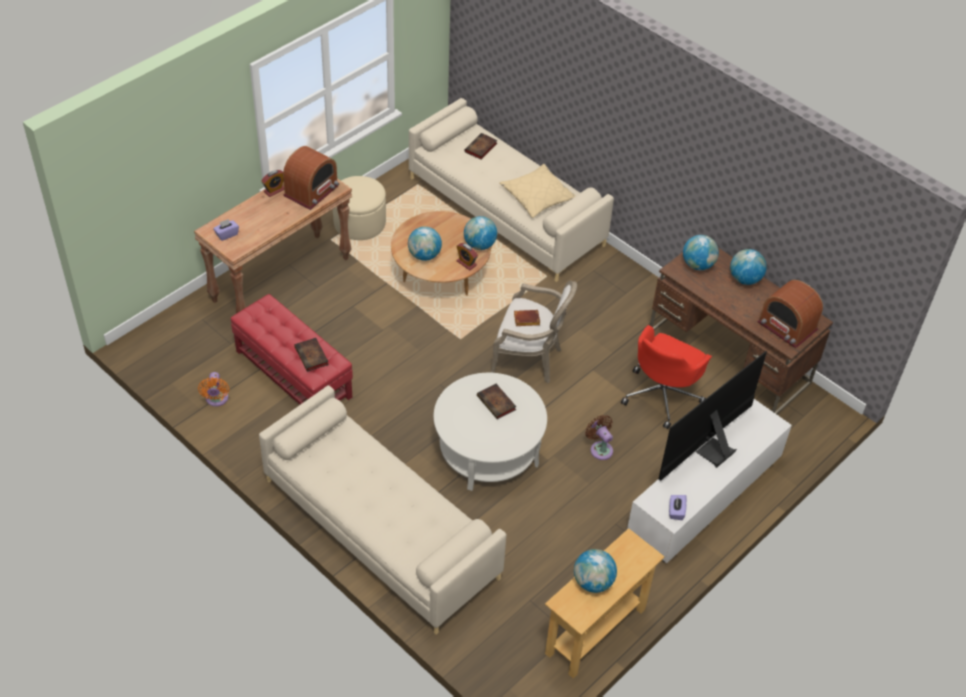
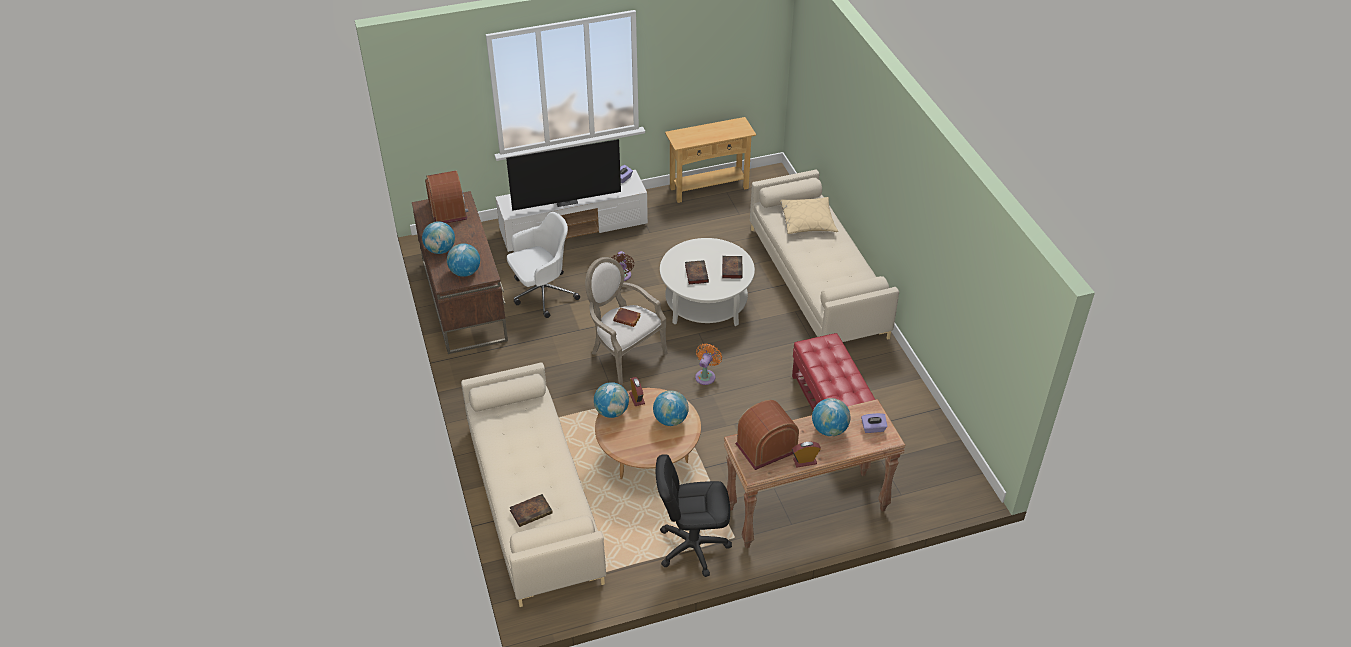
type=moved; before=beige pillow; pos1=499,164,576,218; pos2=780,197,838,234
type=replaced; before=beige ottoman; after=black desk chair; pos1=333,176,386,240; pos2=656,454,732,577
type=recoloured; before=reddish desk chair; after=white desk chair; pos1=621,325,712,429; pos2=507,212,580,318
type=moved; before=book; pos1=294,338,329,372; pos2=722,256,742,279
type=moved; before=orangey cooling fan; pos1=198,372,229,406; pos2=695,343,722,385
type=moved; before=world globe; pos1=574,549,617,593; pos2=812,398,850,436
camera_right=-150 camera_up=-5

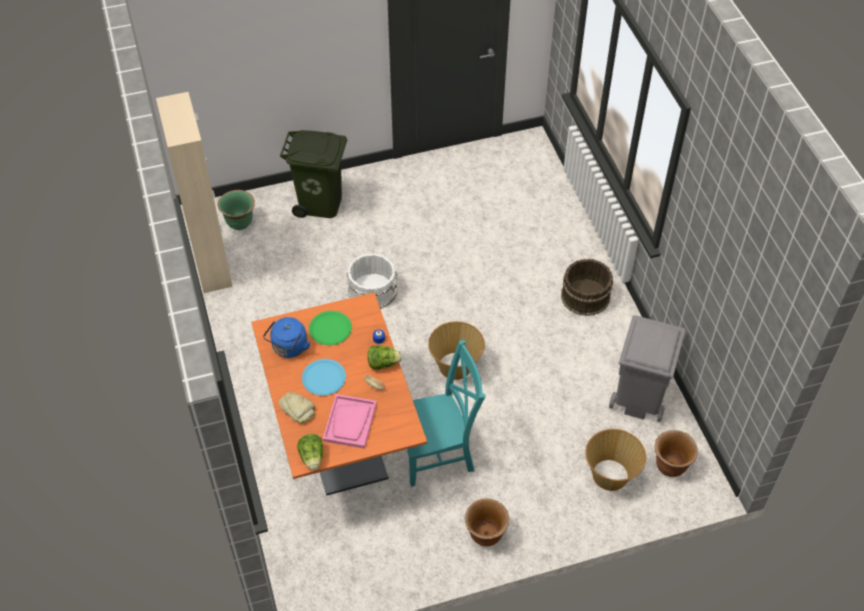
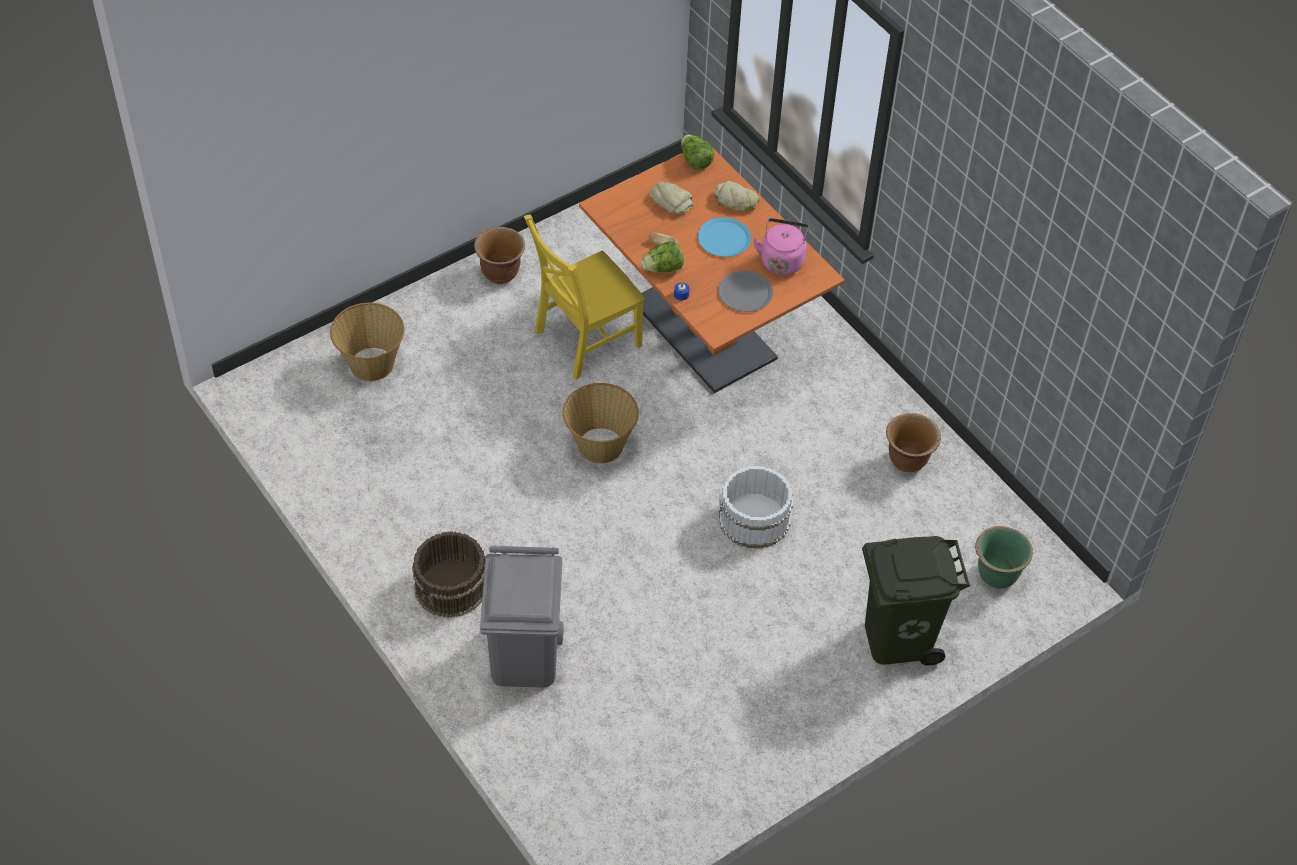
type=removed; before=beige cabinet; pos1=156,92,233,293
type=recoloured; before=green flat dish; after=gray flat dish; pos1=309,311,352,345; pos2=718,271,773,312
type=moved; before=gray rubbish bin; pos1=609,315,686,422; pos2=480,545,564,688
type=recoloured; before=blue kettle; after=pinkish kettle; pos1=263,317,310,358; pos2=753,218,809,275
type=recoloured; before=blue-green plain chair; after=yellow plain chair; pos1=407,339,485,487; pos2=524,214,645,380
type=replaced; before=pinkish serving tray; after=bread; pos1=323,394,377,449; pos2=649,181,693,216
type=moved; before=brown plant pot; pos1=655,430,698,477; pos2=886,413,941,472
camera_right=160 camera_up=0

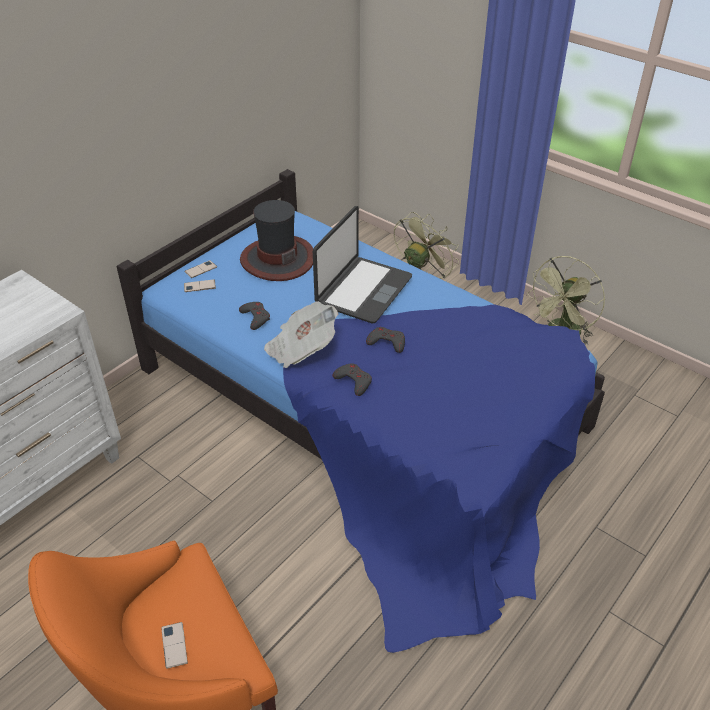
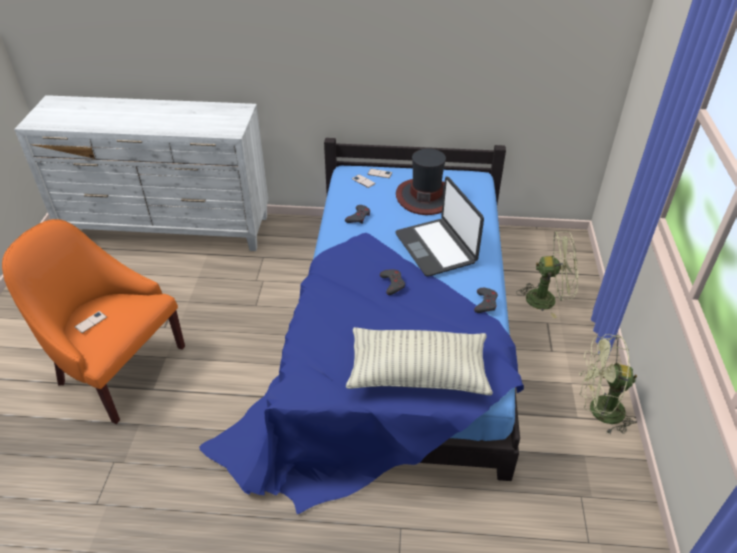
type=turned; before=portable computer; pos1=313,206,412,323; pos2=395,177,484,277; turn=75
type=removed; before=daily paper; pos1=264,301,338,368
type=moved; before=gray game controller; pos1=333,363,372,396; pos2=474,288,498,313
type=added; after=pillow; pos2=346,327,493,395
camera_right=55 camera_up=0

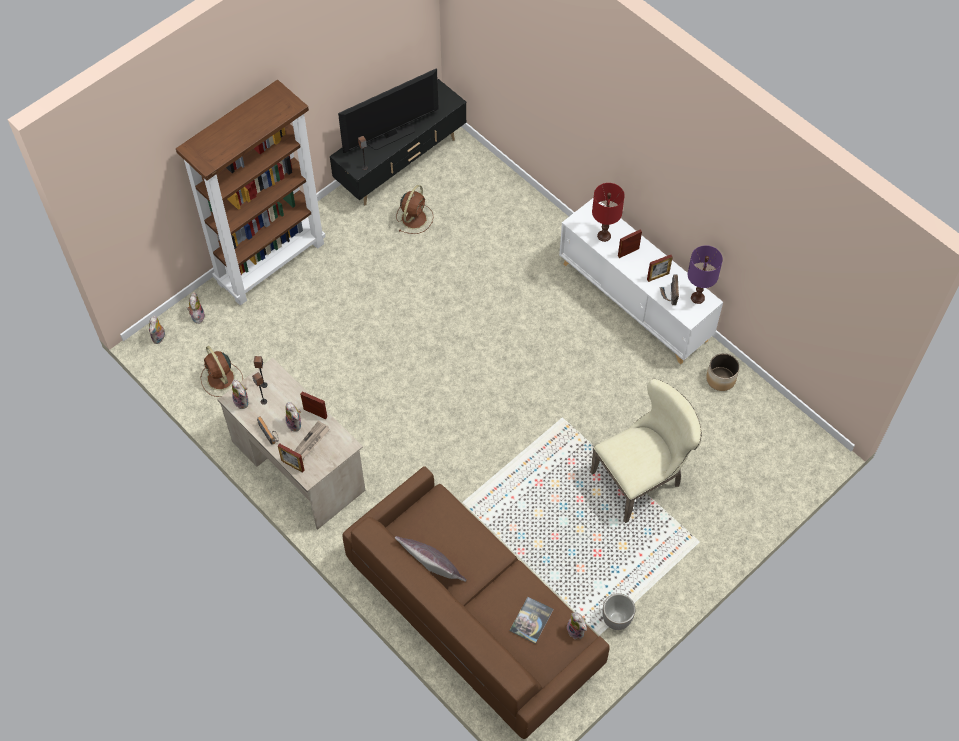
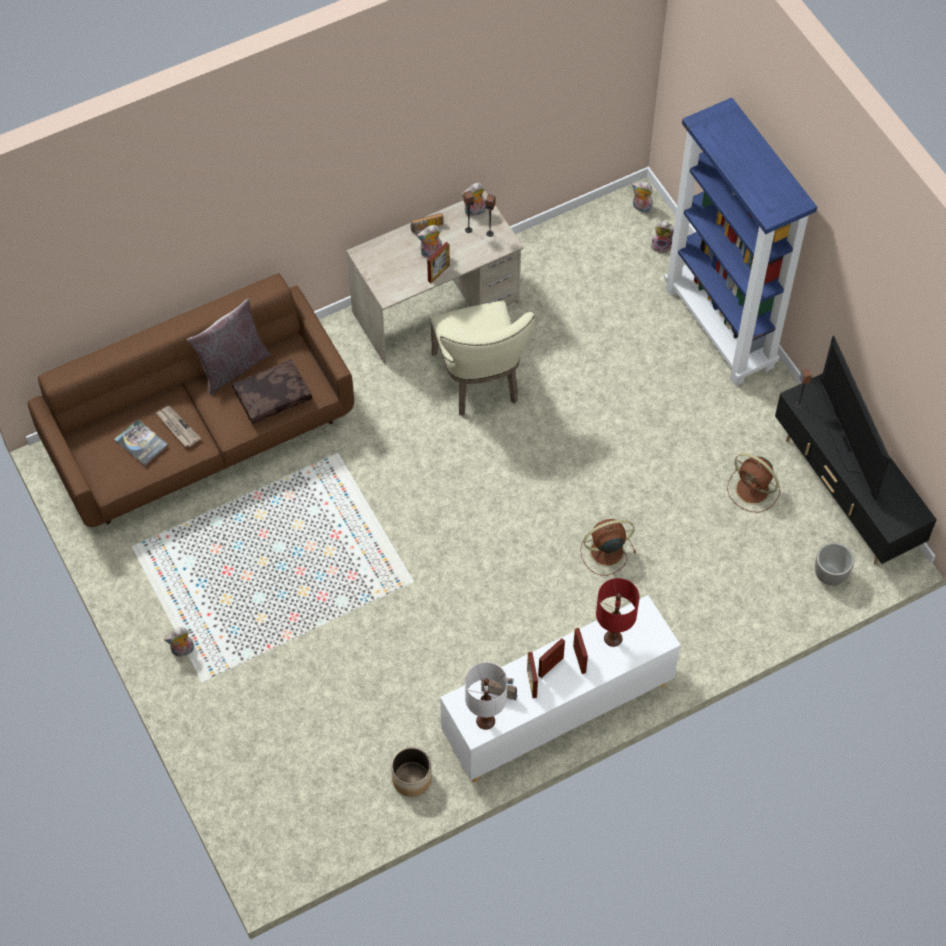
type=recoloured; before=brown bookshelf; after=blue bookshelf; pos1=176,80,326,306; pos2=664,98,817,386
type=recoloured; before=purple-coloured tabletop lamp; after=white tabletop lamp; pos1=688,245,723,304; pos2=465,662,508,730
type=moved; before=brown cooling fan; pos1=200,346,243,397; pos2=580,519,636,576
type=moved; before=beige plain chair; pos1=590,379,702,523; pos2=430,301,535,416
type=moved; before=daily paper; pos1=294,421,330,460; pos2=156,406,201,447
type=moved; before=photo frame; pos1=278,443,305,473; pos2=538,638,565,678
type=moved; before=plant pot; pos1=603,593,635,630; pos2=815,543,854,586
type=moved; before=plush toy; pos1=567,612,587,640; pos2=164,627,194,657
type=added; after=brown pillow; pos2=232,359,312,424
camera_right=105 camera_up=0

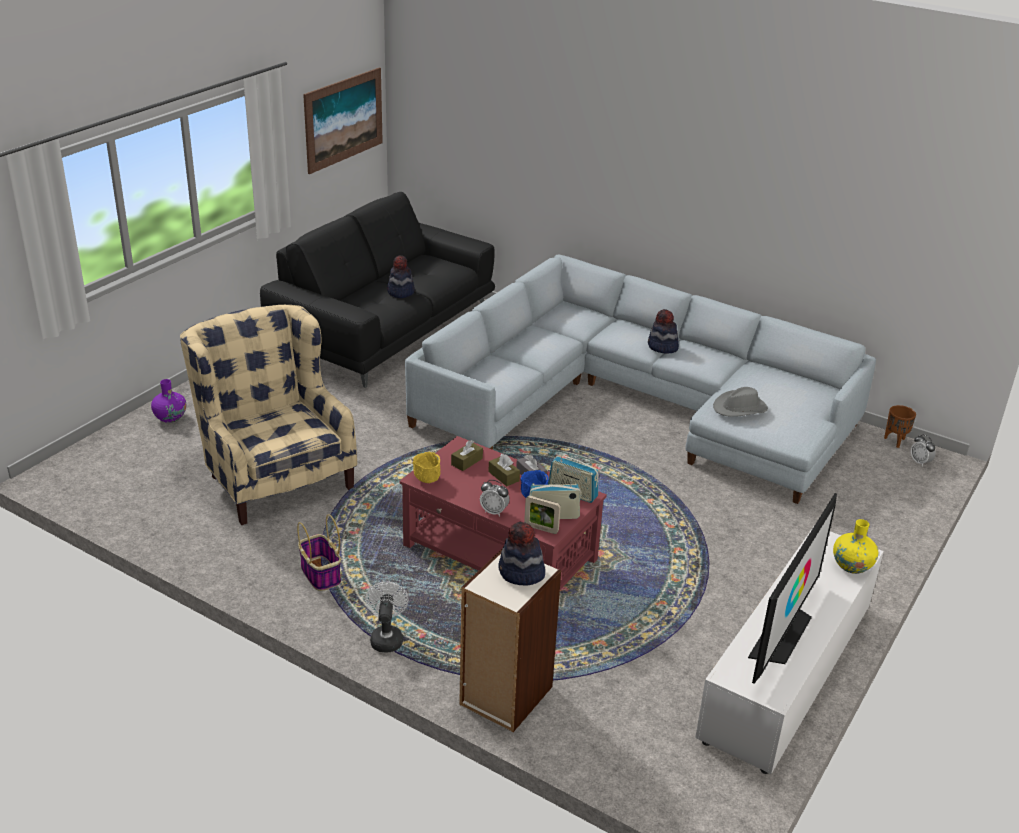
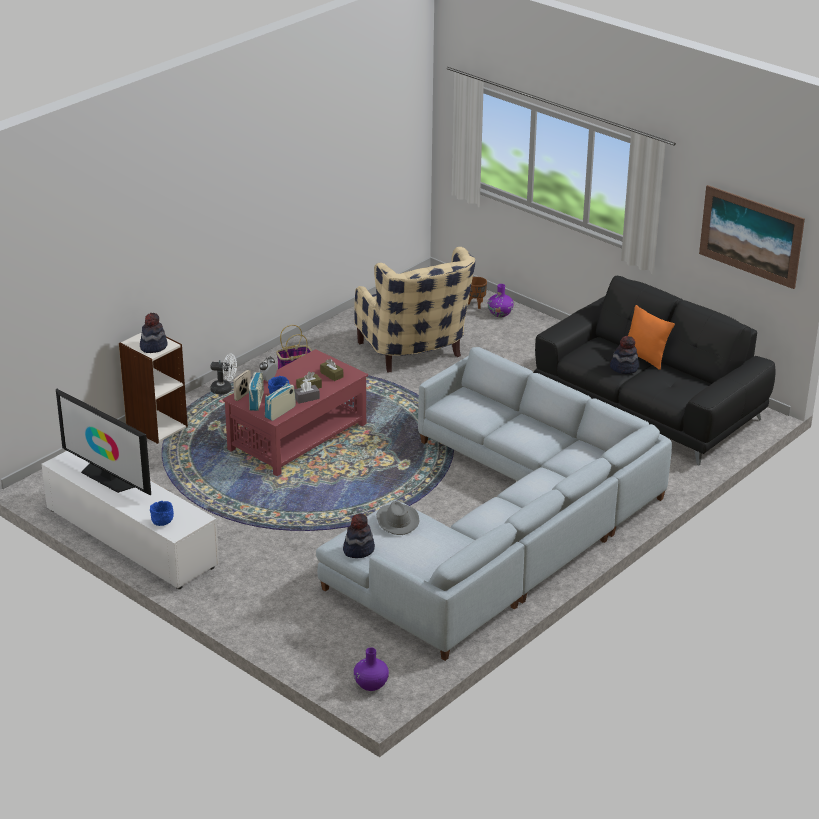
type=turned; before=beige lounge chair; pos1=180,305,357,525; pos2=354,247,475,373; turn=90
type=moved; before=wearable hat; pos1=648,309,679,354; pos2=343,513,375,558
type=moved; before=brown plant pot; pos1=884,405,916,448; pos2=468,277,487,309
type=replaced; before=table clock; after=purple-coloured decorative vase; pos1=911,434,935,467; pos2=353,647,389,691
type=removed; before=yellow bowl; pos1=412,452,441,483
type=replaced; before=yellow decorative vase; after=blue bowl; pos1=833,519,878,574; pos2=150,501,174,526
type=added; after=orangey pillow; pos2=628,305,675,370
camera_right=100 camera_up=0

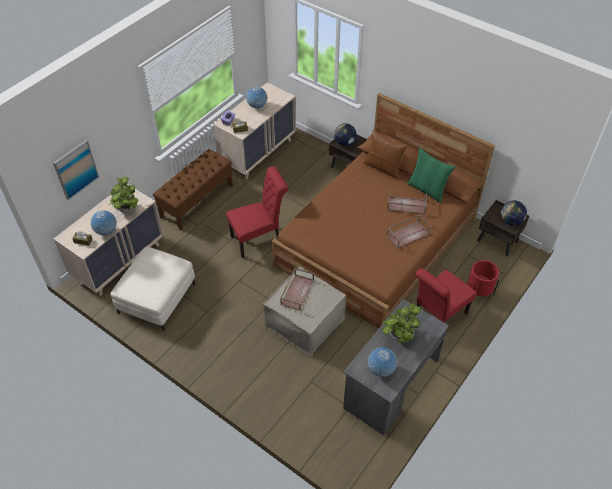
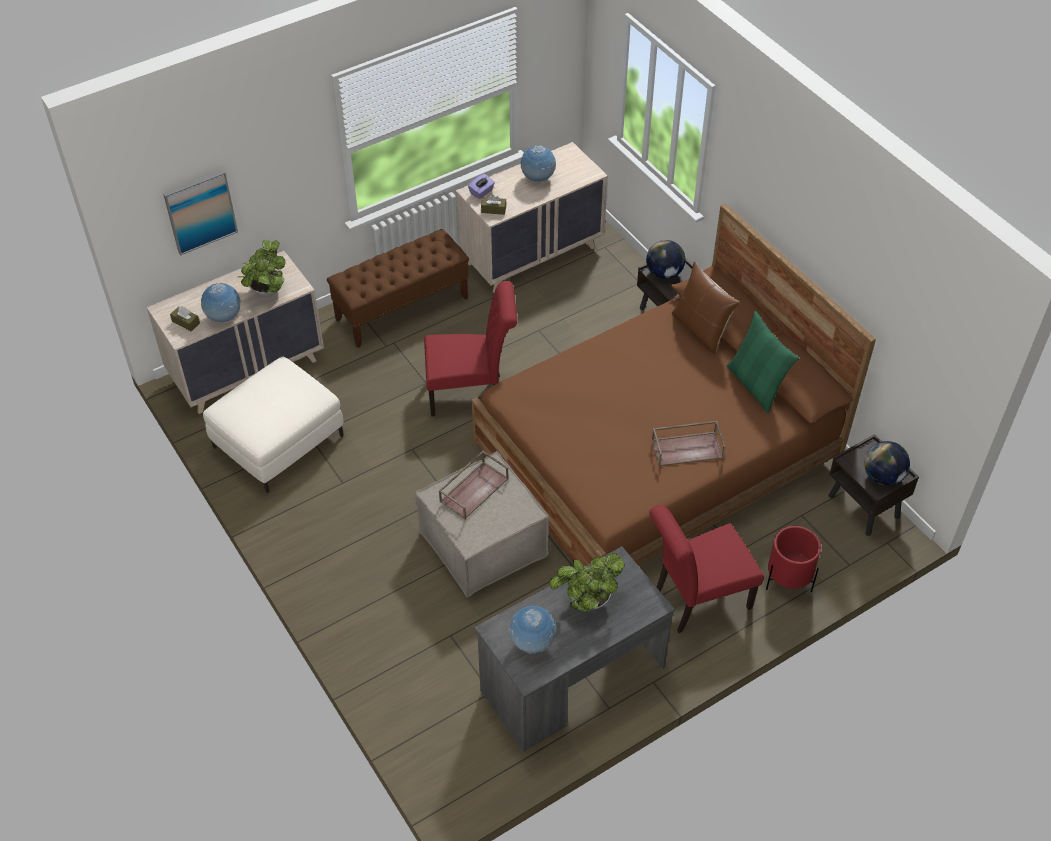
type=removed; before=brown serving tray; pos1=387,189,427,214
camera_right=20 camera_up=0

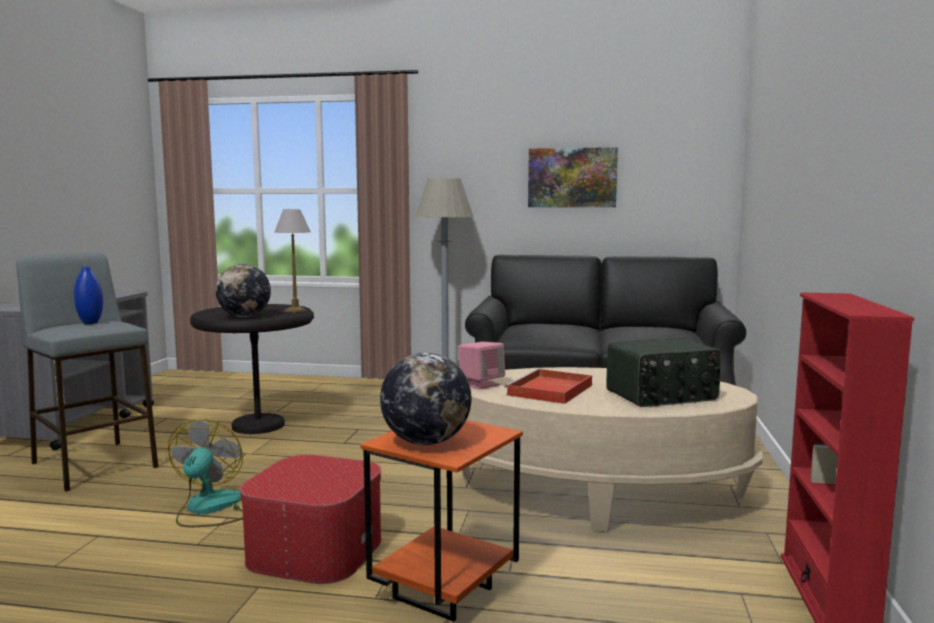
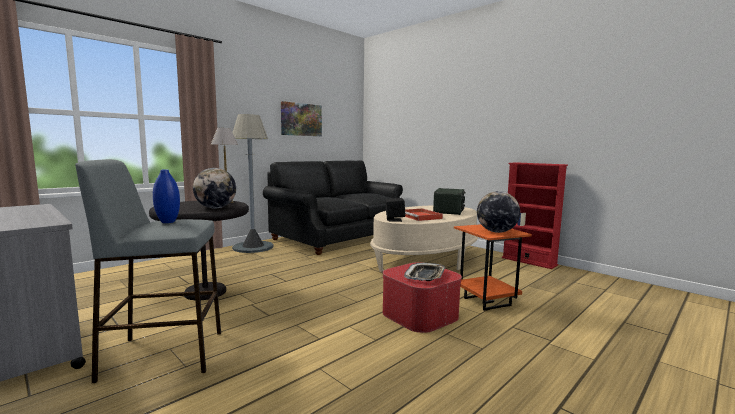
type=recoloured; before=pinkish speaker; after=black speaker; pos1=458,342,505,389; pos2=385,198,405,222
type=removed; before=cooling fan; pos1=168,419,243,527
type=added; after=serving tray; pos2=404,263,445,281
camera_right=-55 camera_up=0

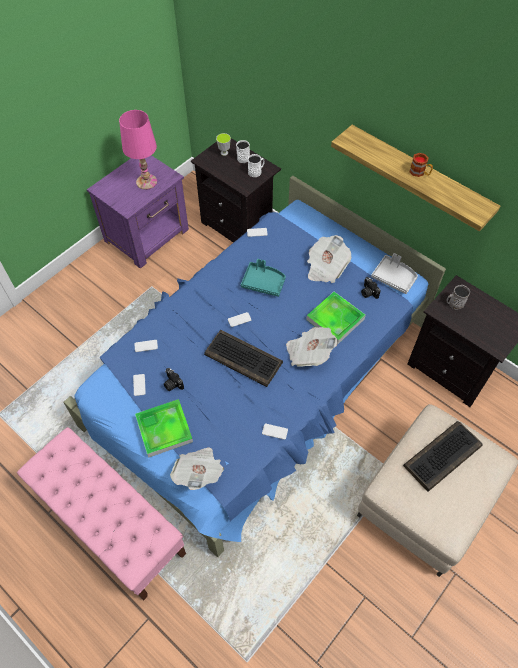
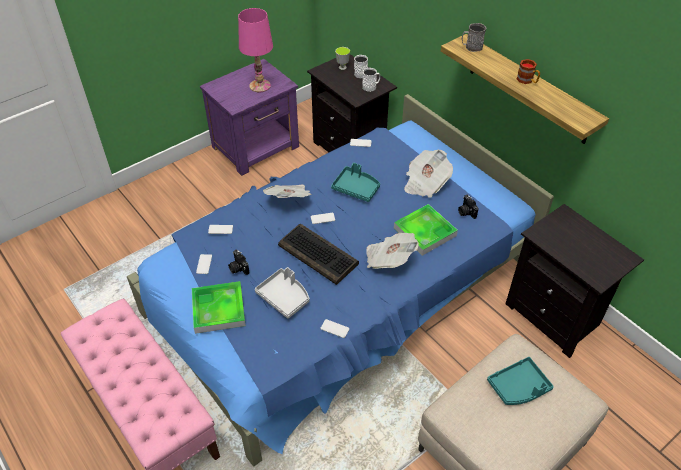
type=moved; before=gray serving tray; pos1=371,253,418,294; pos2=255,267,310,319
type=moved; before=gray coffee mug; pos1=446,285,470,310; pos2=462,23,486,52
type=replaced; before=PC keyboard; after=blue-green serving tray; pos1=403,421,483,492; pos2=487,357,554,405
type=moved; before=daily paper; pos1=170,447,224,490; pos2=263,184,312,198
camera_right=10 camera_up=-10

